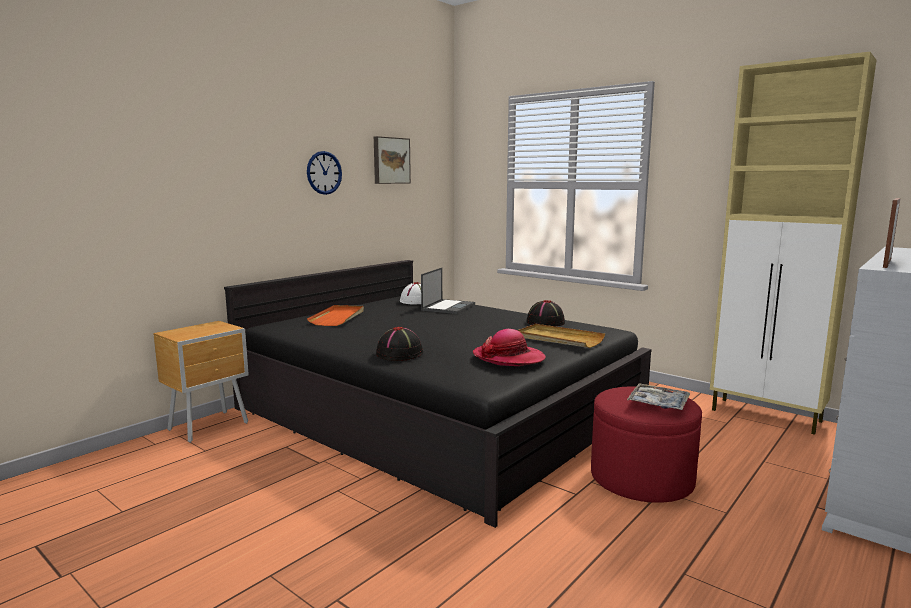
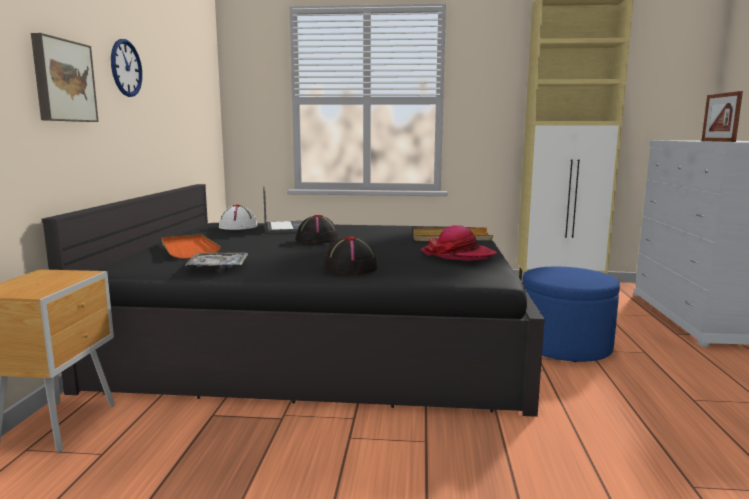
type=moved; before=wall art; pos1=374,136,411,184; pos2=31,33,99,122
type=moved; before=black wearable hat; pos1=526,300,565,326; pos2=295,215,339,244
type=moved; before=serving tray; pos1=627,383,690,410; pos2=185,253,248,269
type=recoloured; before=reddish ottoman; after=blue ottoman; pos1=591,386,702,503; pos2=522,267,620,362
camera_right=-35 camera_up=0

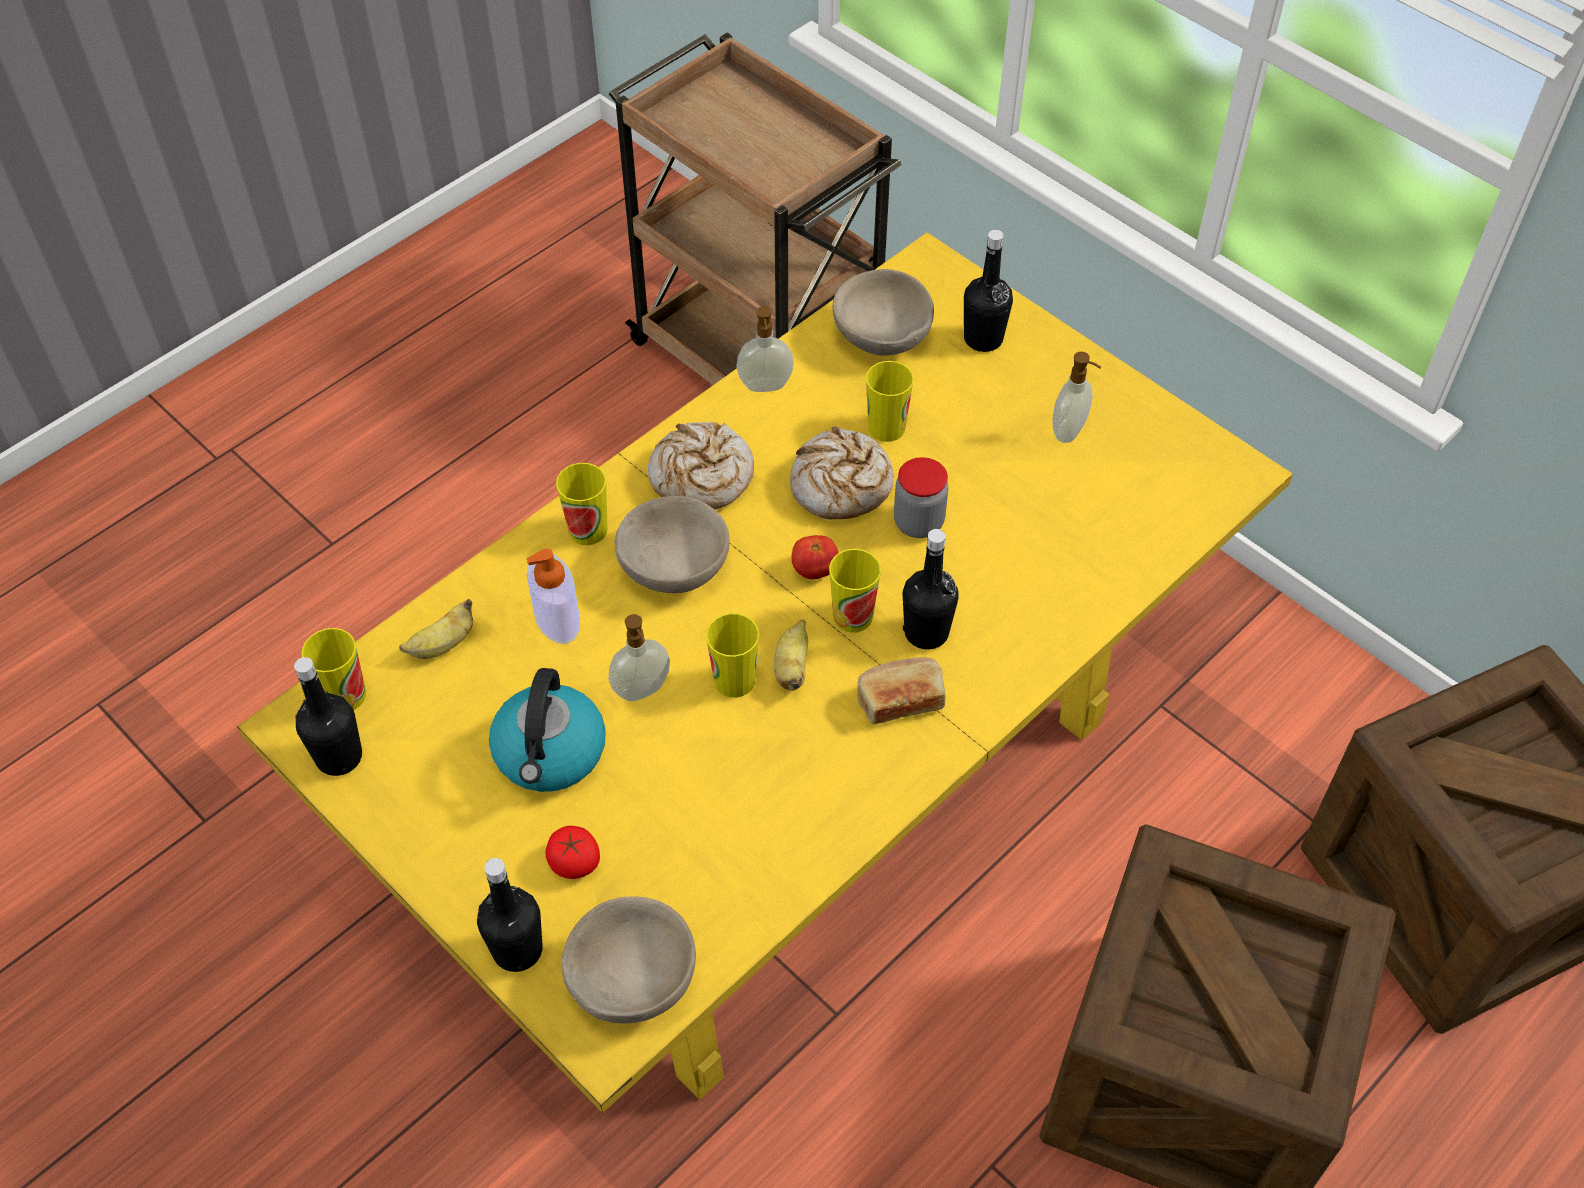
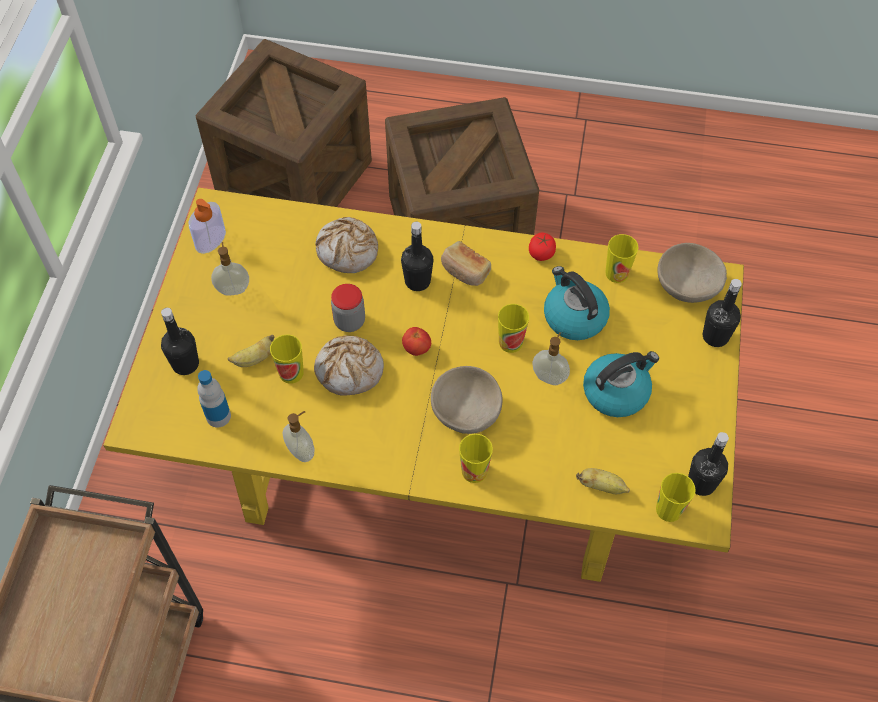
type=replaced; before=beige bowl; after=beverage bottle; pos1=833,269,934,356; pos2=197,370,231,428
type=moved; before=bread; pos1=648,422,754,510; pos2=316,217,378,273
type=moved; before=soap bottle; pos1=527,549,580,644; pos2=188,199,226,254
type=moved; before=cup; pos1=829,549,881,633; pos2=605,234,639,283
type=moved; before=banana fruit; pos1=774,620,808,691; pos2=228,334,274,367
type=moved; before=whole tomato; pos1=545,826,600,879; pos2=529,232,556,261
type=added; after=kettle; pos2=544,266,610,340
camera_right=-125 camera_up=5

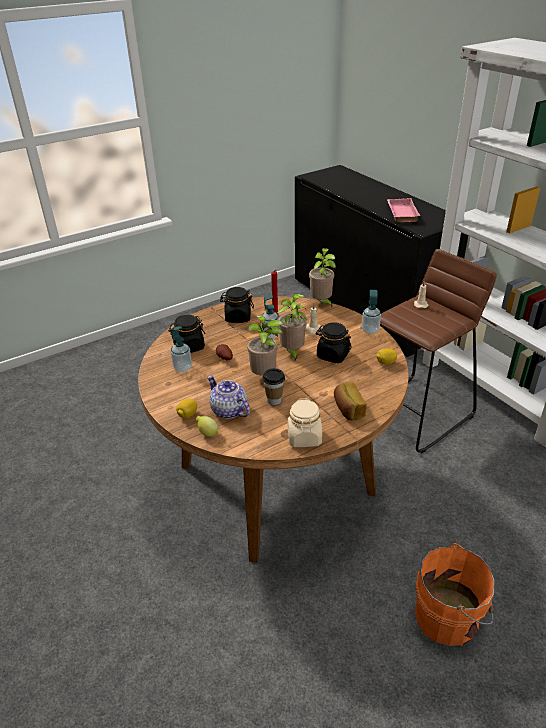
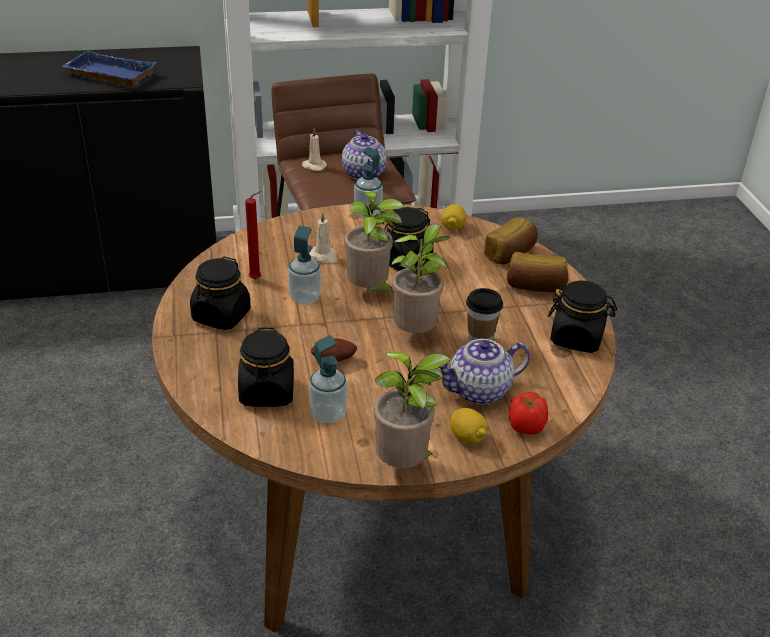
type=recoloured; before=pinkish serving tray; after=blue serving tray; pos1=387,198,421,222; pos2=61,50,157,87
type=moved; before=houseplant; pos1=309,248,336,307; pos2=373,352,451,468
type=recoloured; before=beige jar; after=black jar; pos1=288,398,322,447; pos2=548,281,617,353
type=replaced; before=whole lemon; after=whole tomato; pos1=196,416,218,437; pos2=509,392,548,435
type=removed; before=orangey water bucket; pos1=415,543,495,646
type=added; after=teapot; pos2=342,130,387,180
type=added; after=bread; pos2=484,217,538,264
camera_right=-70 camera_up=0

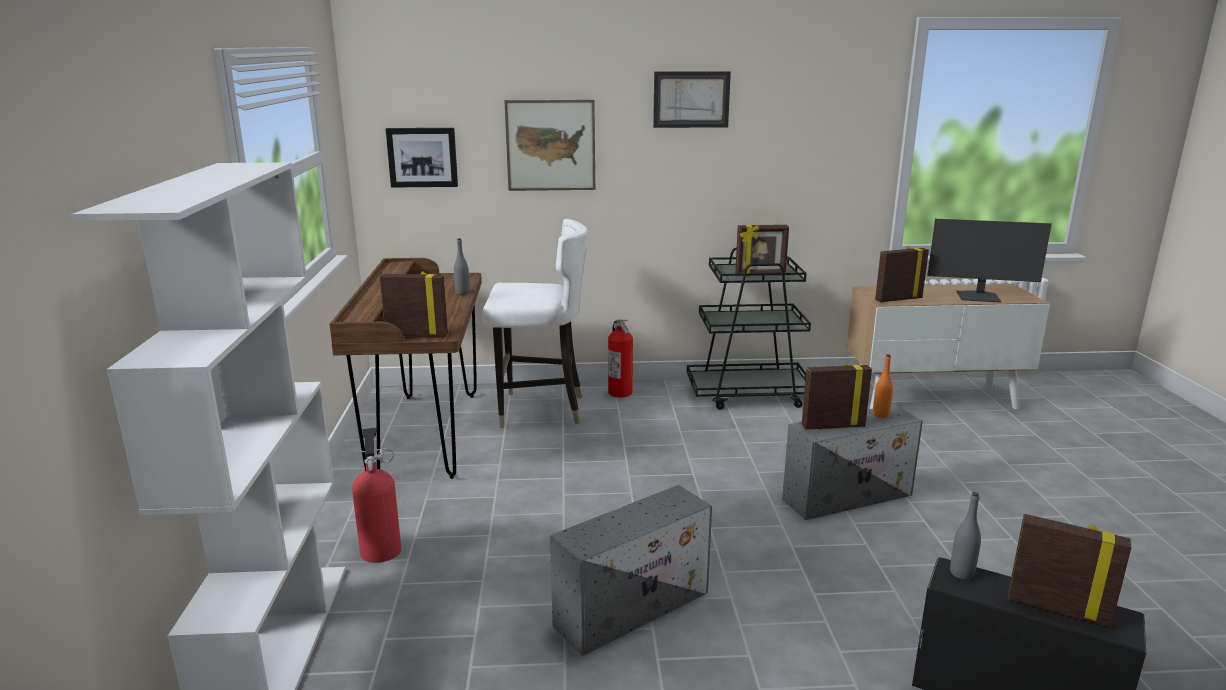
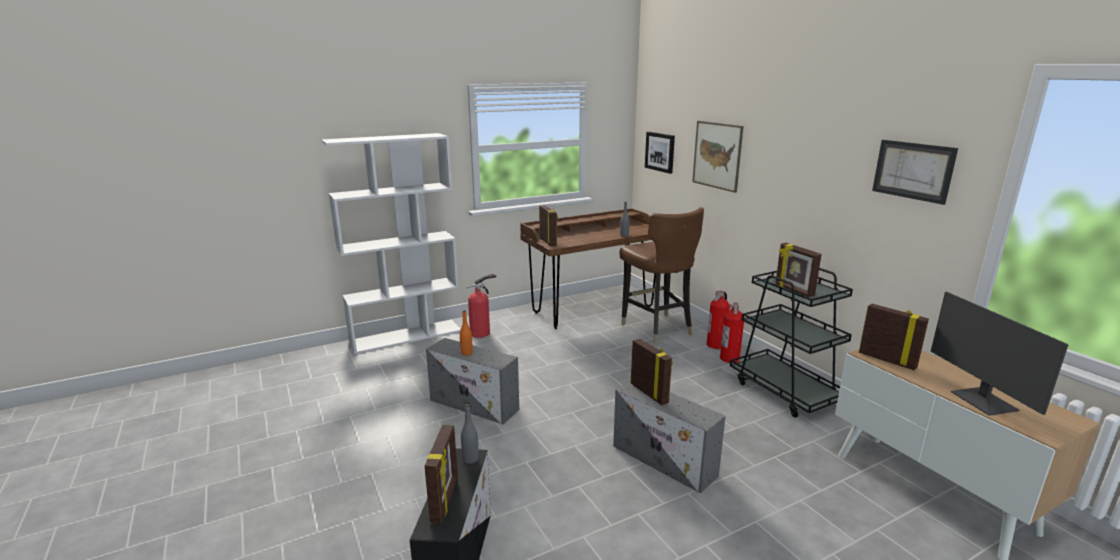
type=moved; before=wall art; pos1=653,71,731,128; pos2=872,140,958,205
type=recoloured; before=white plain chair; after=brown plain chair; pos1=482,219,588,428; pos2=620,207,704,343
type=moved; before=orangey beverage bottle; pos1=873,354,893,418; pos2=460,310,473,356
type=added; after=extinguisher; pos2=720,302,745,363
camera_right=65 camera_up=0

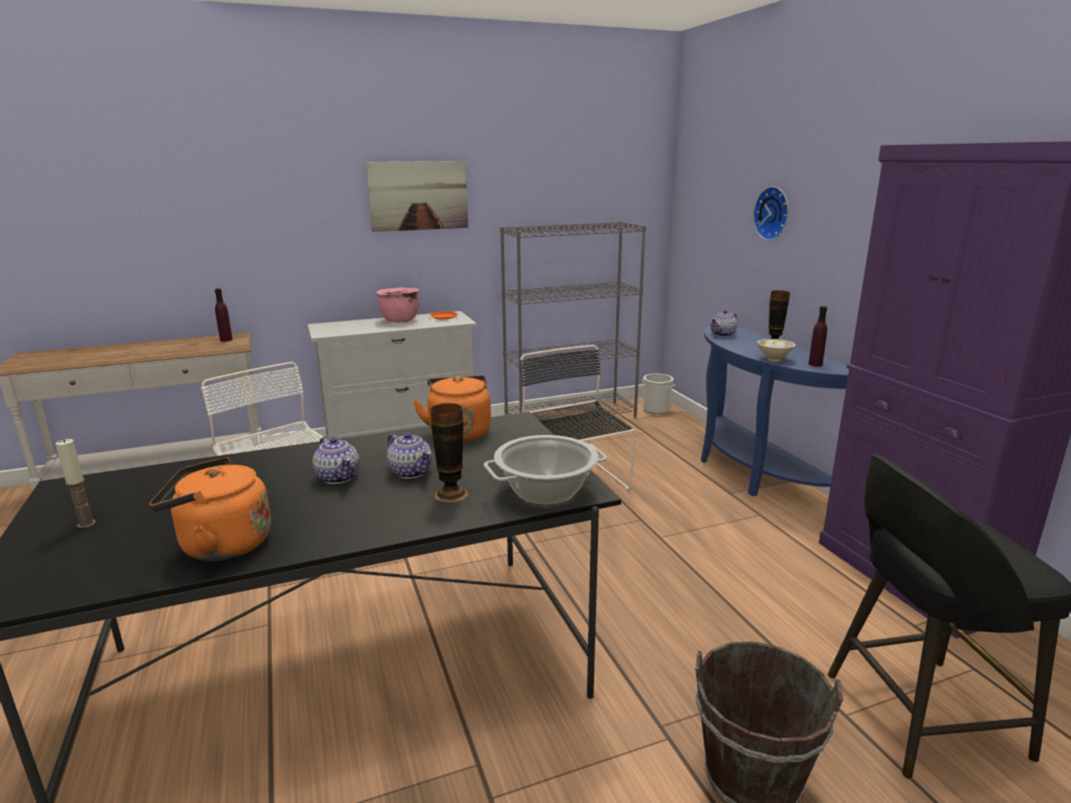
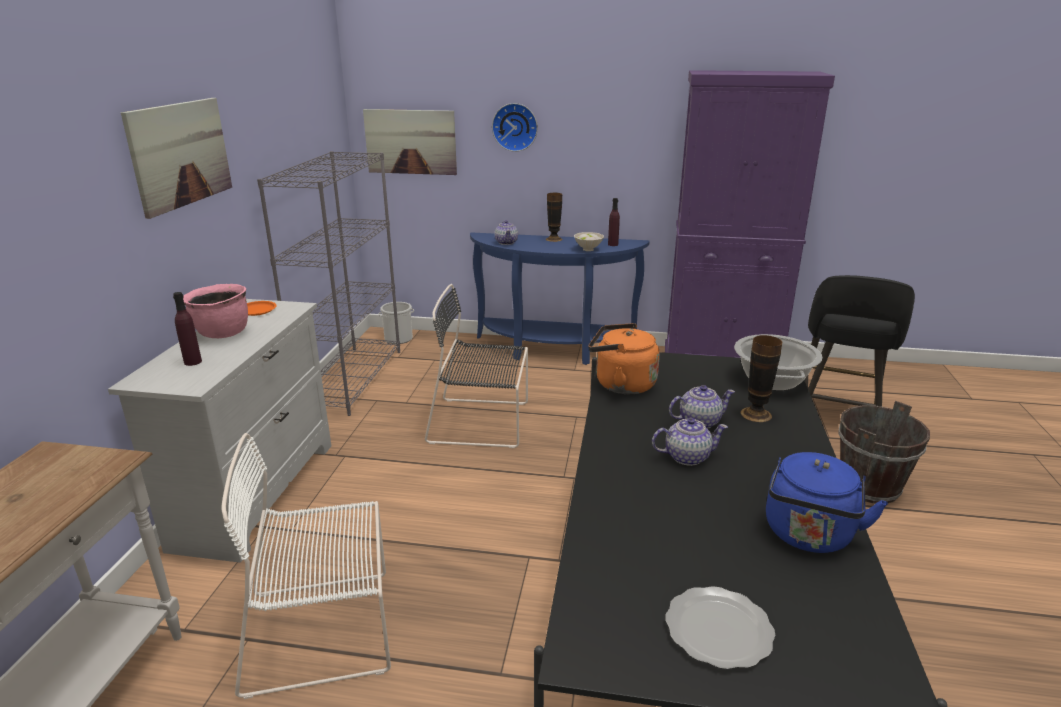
type=moved; before=purple-coloured beverage bottle; pos1=215,288,233,342; pos2=173,292,202,366
type=replaced; before=wax candle; after=flat dish; pos1=55,439,96,528; pos2=665,586,776,669
type=recoloured; before=orangey kettle; after=blue kettle; pos1=149,457,271,561; pos2=766,452,888,553
type=added; after=wall art; pos2=363,109,457,175
camera_right=-60 camera_up=5

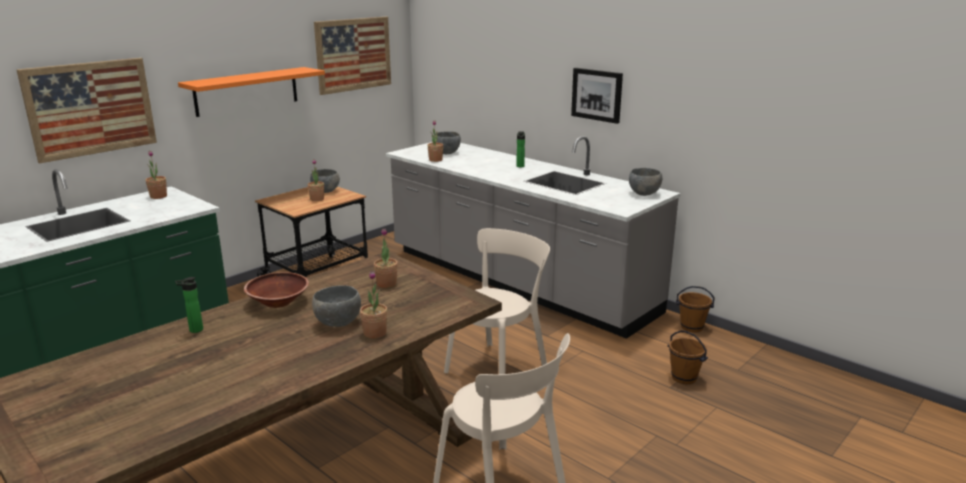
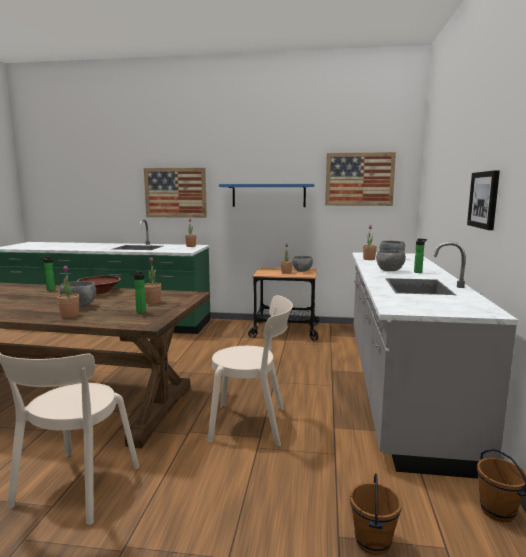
type=recoloured; before=orangey shelf; after=blue shelf; pos1=178,67,325,117; pos2=219,184,314,207
type=moved; before=gray bowl; pos1=629,168,662,196; pos2=376,250,406,271
type=added; after=beverage bottle; pos2=130,271,146,314
camera_right=55 camera_up=-10

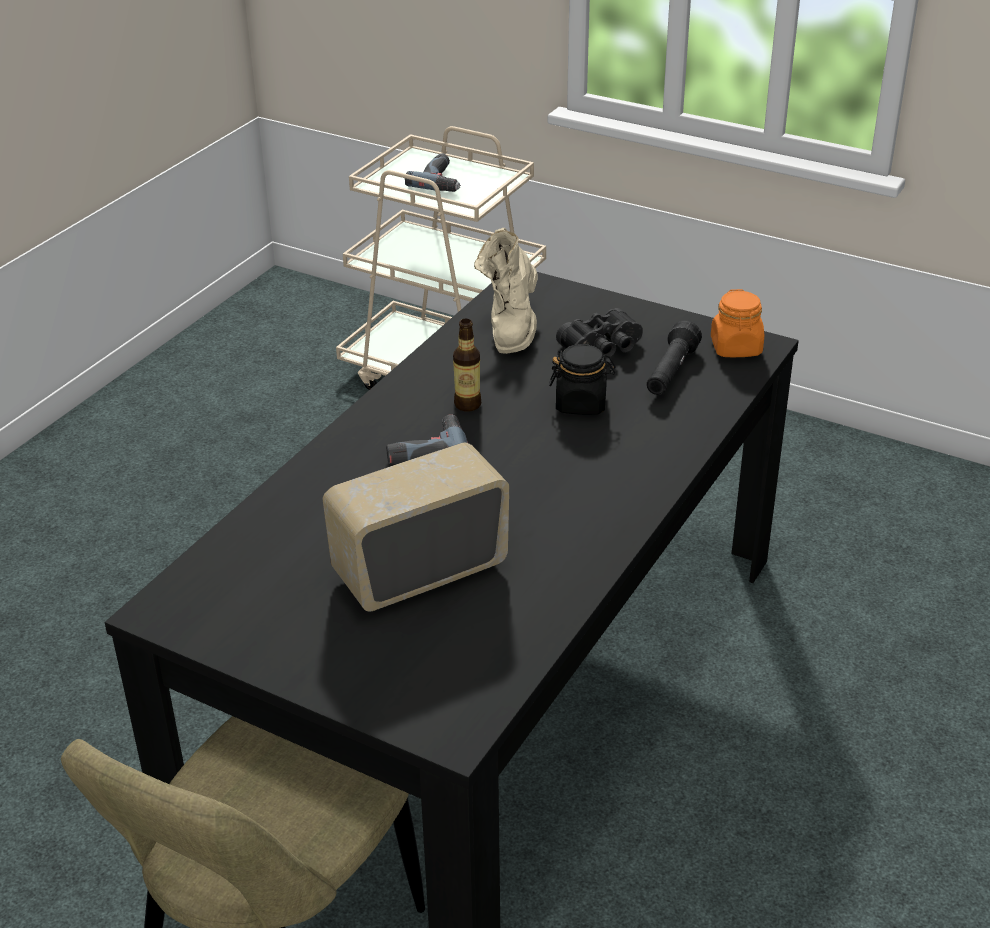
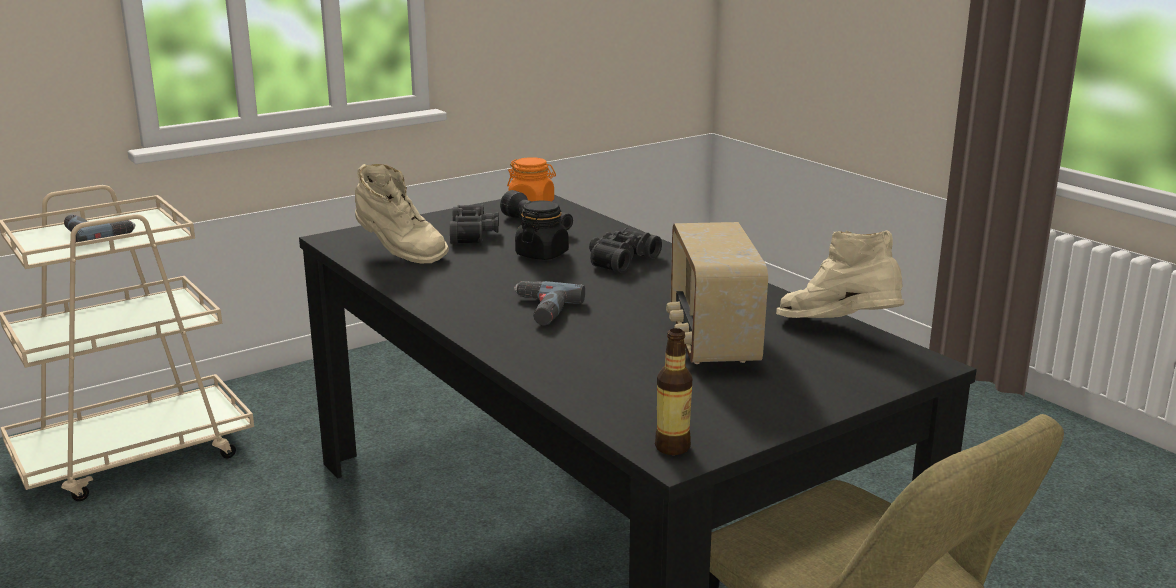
type=moved; before=beverage bottle; pos1=453,319,481,411; pos2=655,328,692,455
type=added; after=black binoculars; pos2=589,228,662,273
type=added; after=beige high-top boot; pos2=776,230,904,318
camera_right=-65 camera_up=-15

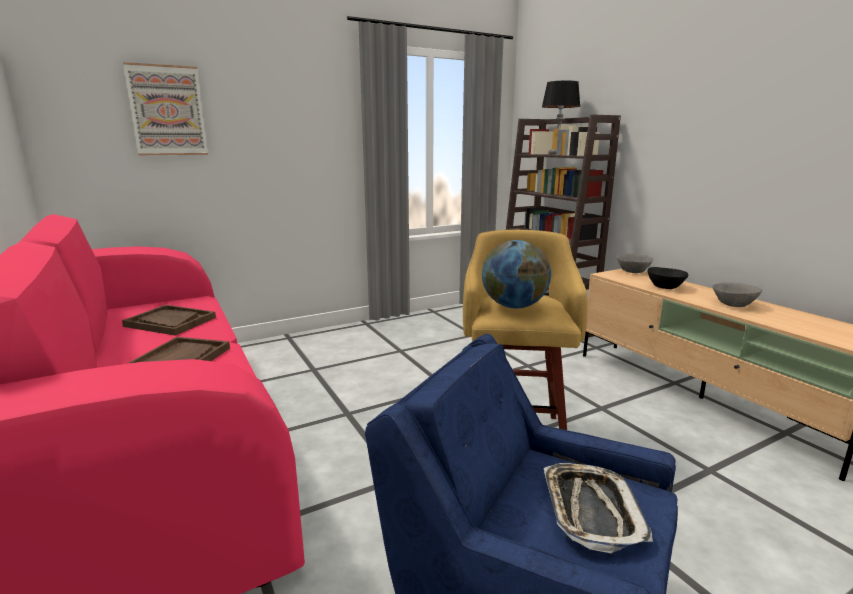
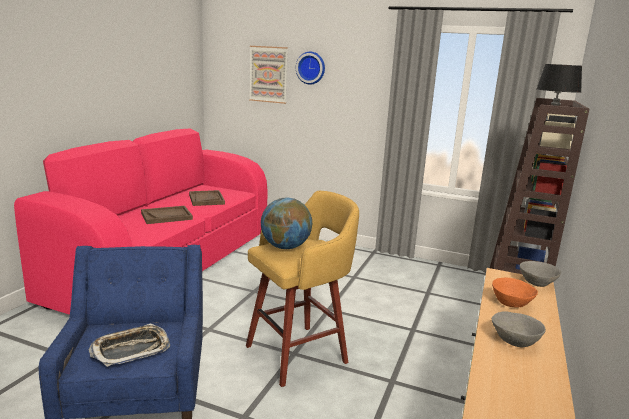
type=recoloured; before=black bowl; after=orangey bowl; pos1=647,267,688,289; pos2=492,278,538,308
type=added; after=hanging clock; pos2=296,51,325,85
camera_right=50 camera_up=0

